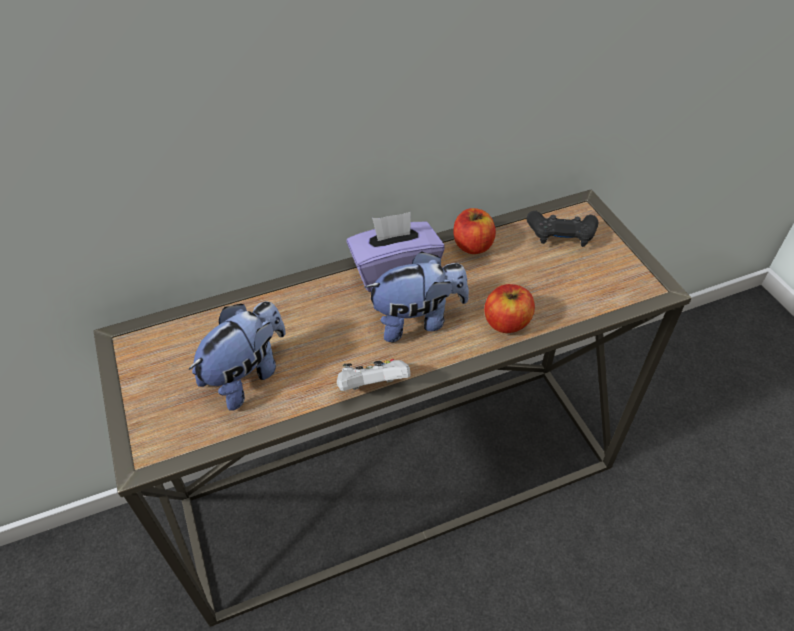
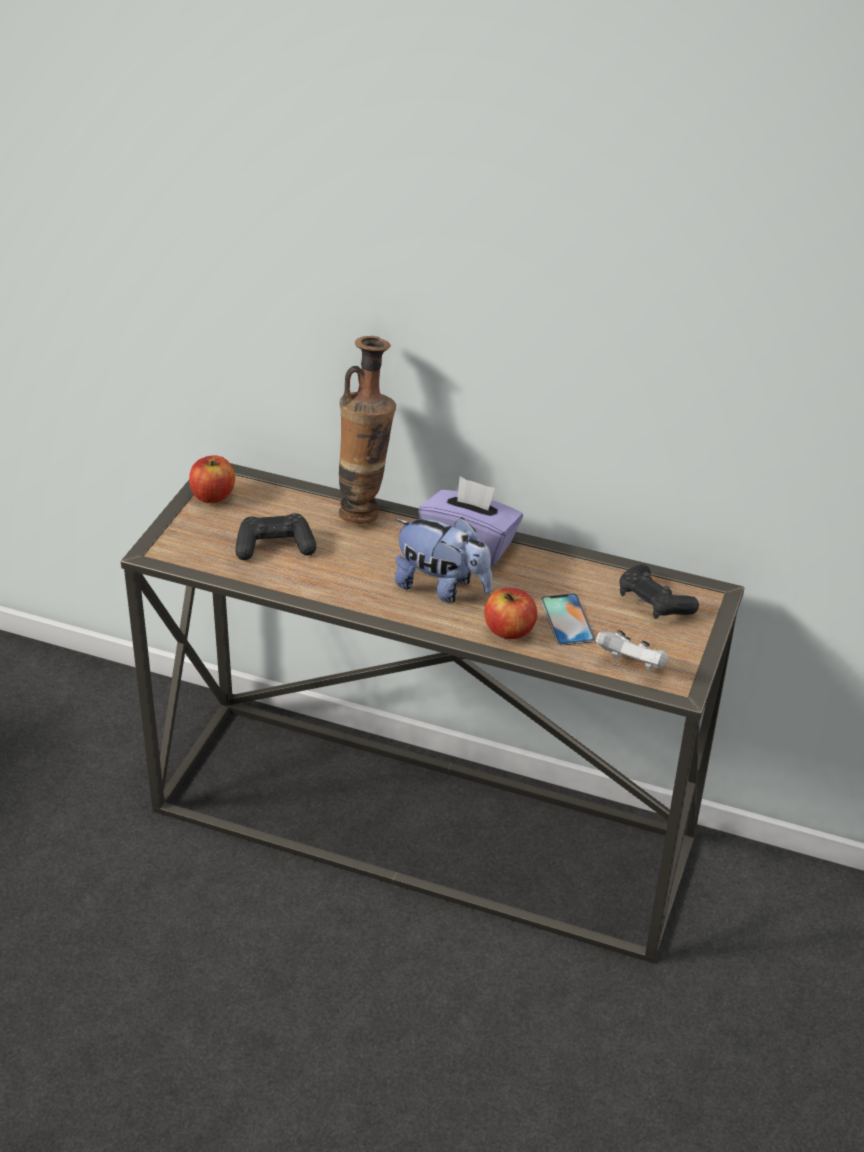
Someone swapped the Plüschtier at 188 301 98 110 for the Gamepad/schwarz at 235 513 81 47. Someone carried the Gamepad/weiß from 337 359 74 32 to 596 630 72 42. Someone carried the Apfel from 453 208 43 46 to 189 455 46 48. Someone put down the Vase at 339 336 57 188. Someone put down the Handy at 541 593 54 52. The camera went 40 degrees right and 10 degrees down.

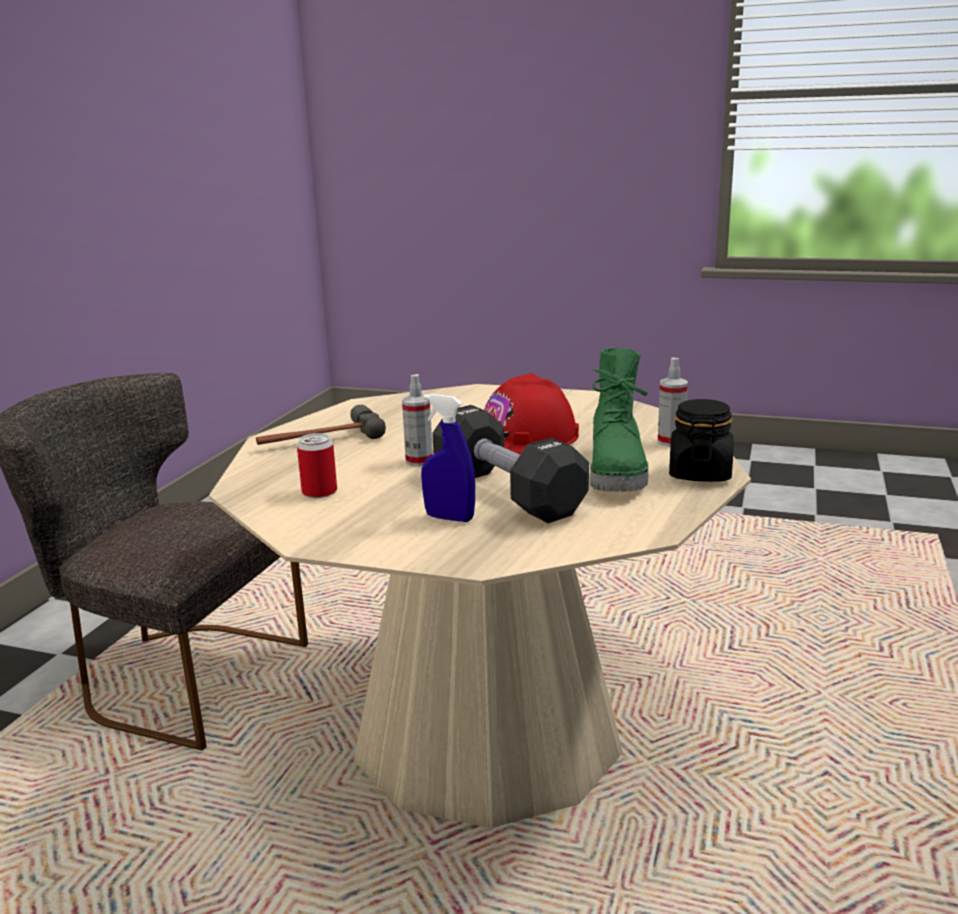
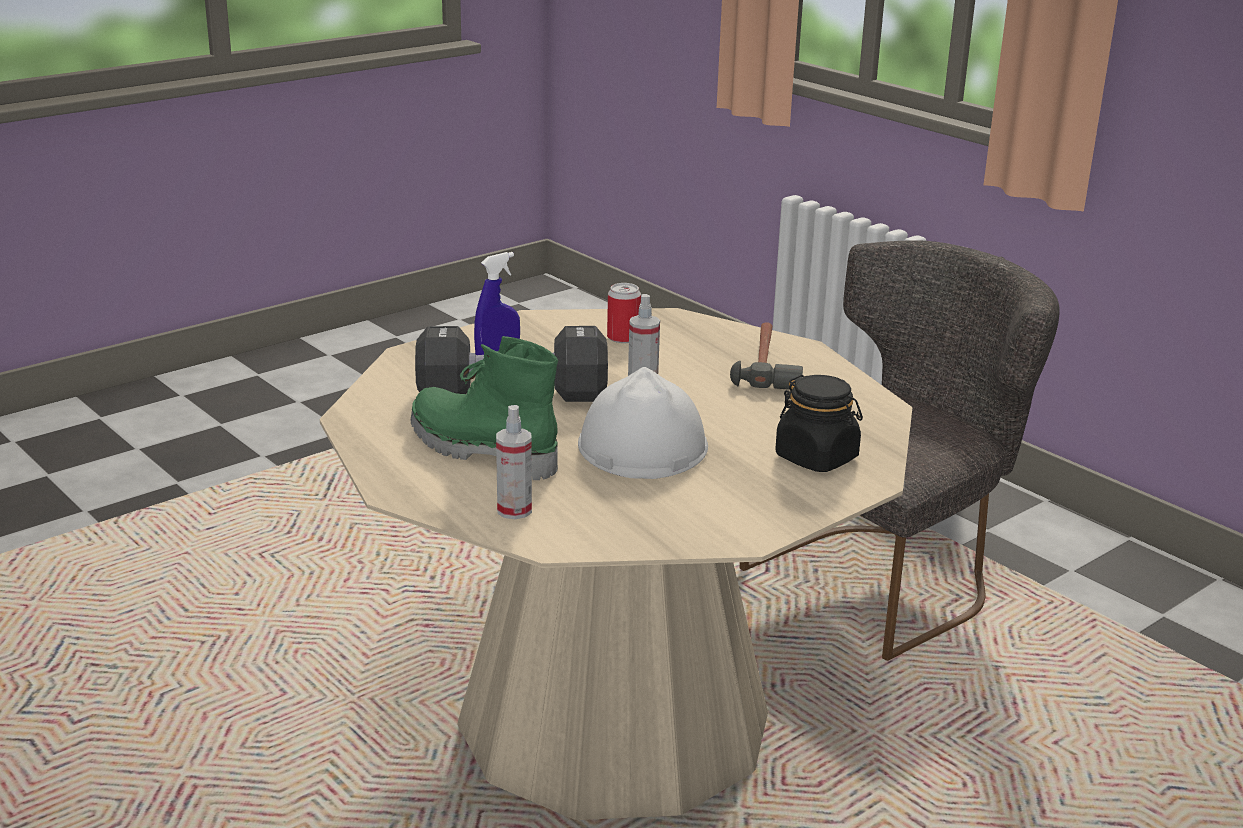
Someone repainted the Schutzhelm/rot at 484 373 95 82, which became the Schutzhelm/weiß at 578 367 130 112. Someone carried the Vorratsglas/schwarz from 669 399 65 83 to 775 375 88 97. The camera went 120 degrees right and 5 degrees up.

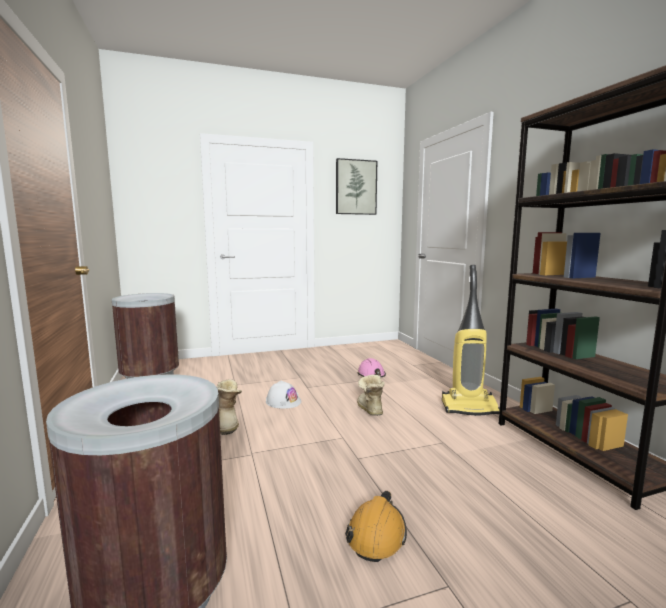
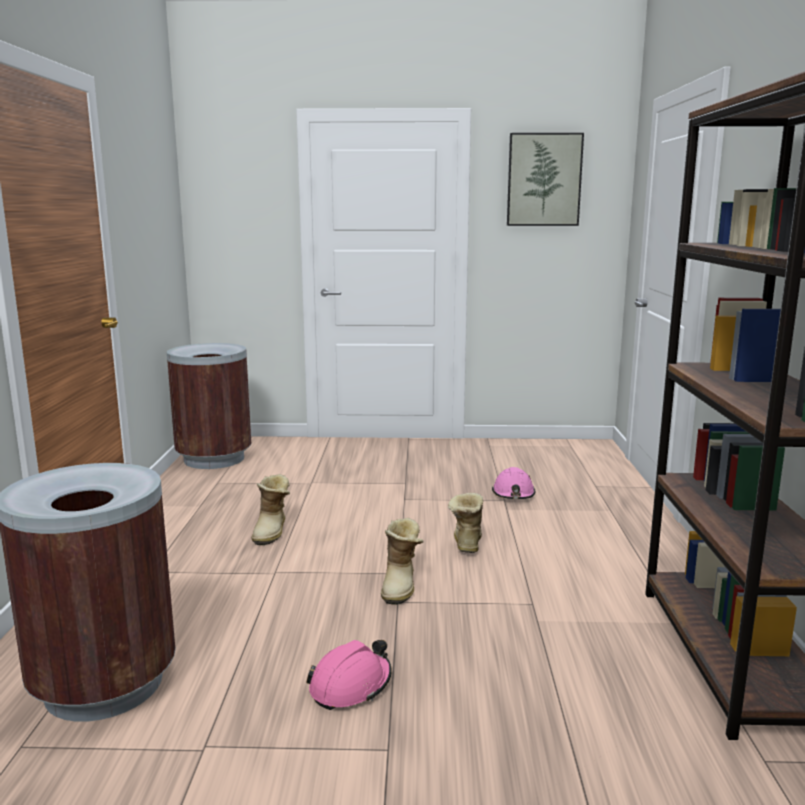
Someone took away the Schutzhelm/weiß at 266 380 35 29. Someone repainted the Schutzhelm/orange at 345 491 62 71, which became the Schutzhelm/rosa at 306 640 86 70. Someone took away the Staubsauger at 442 265 58 151. Someone put down the Stiefel at 381 518 43 87. The camera went 20 degrees right and 5 degrees up.

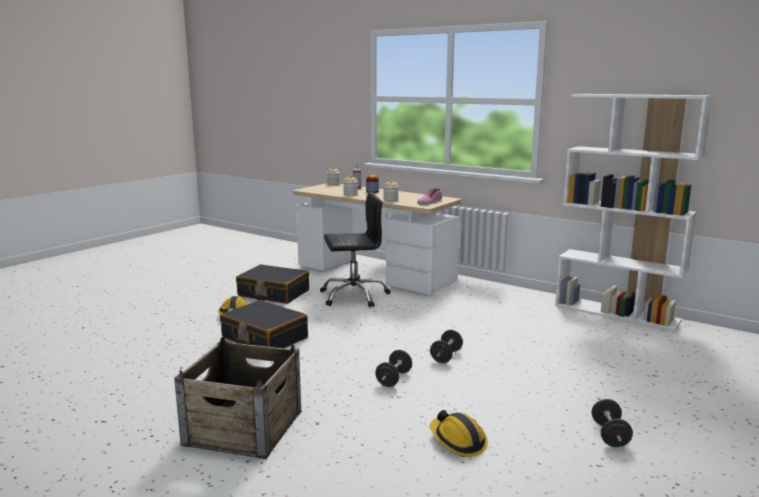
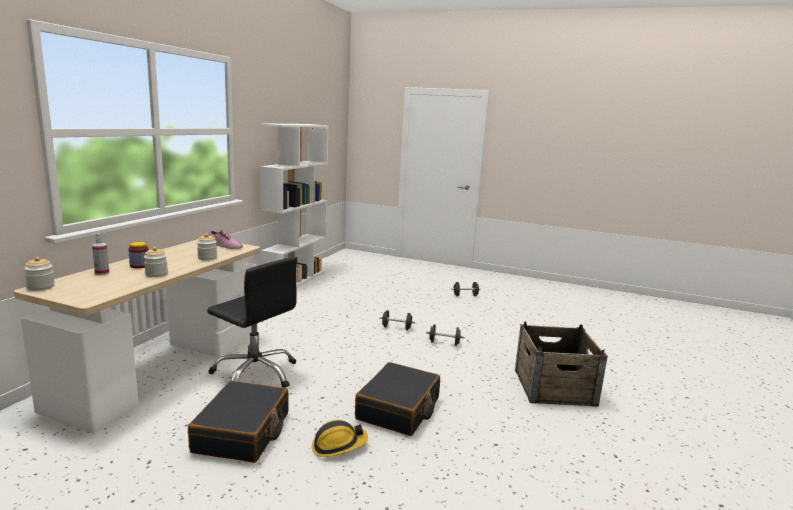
Someone rotated the Bürostuhl/schwarz at 320 192 71 115 by 150 degrees clockwise. Someone took away the Schutzhelm at 430 410 58 47. The camera went 105 degrees left and 0 degrees up.

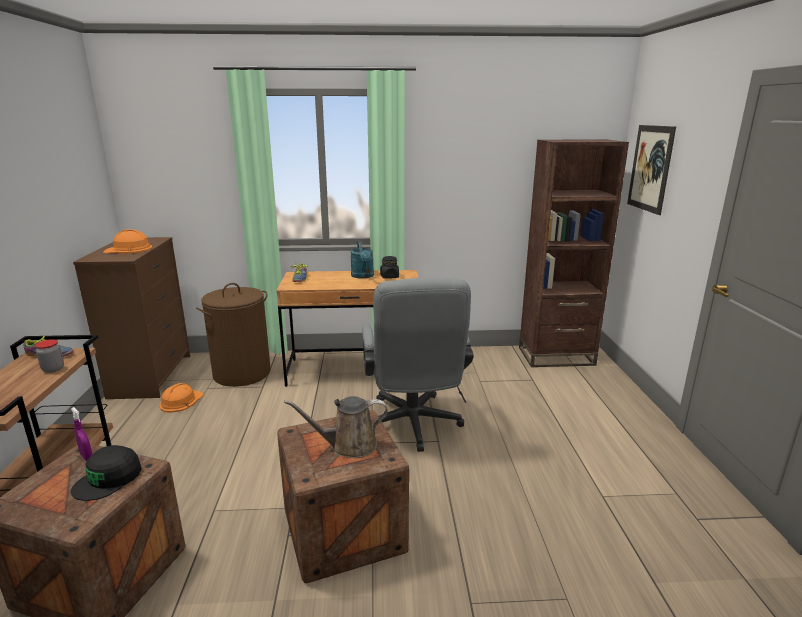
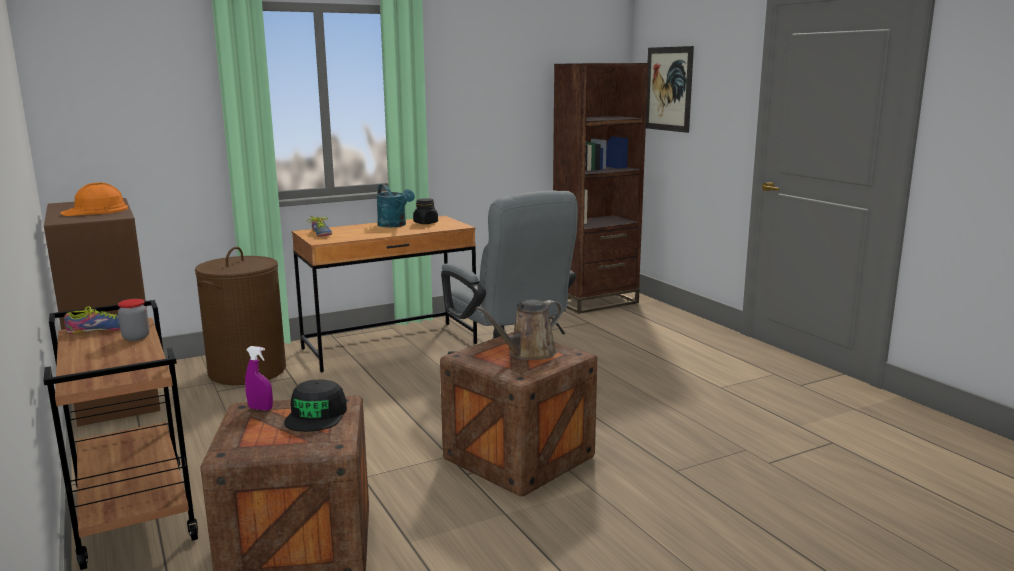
Someone took away the Schutzhelm/orange at 160 383 44 29. The camera went 25 degrees left and 5 degrees down.

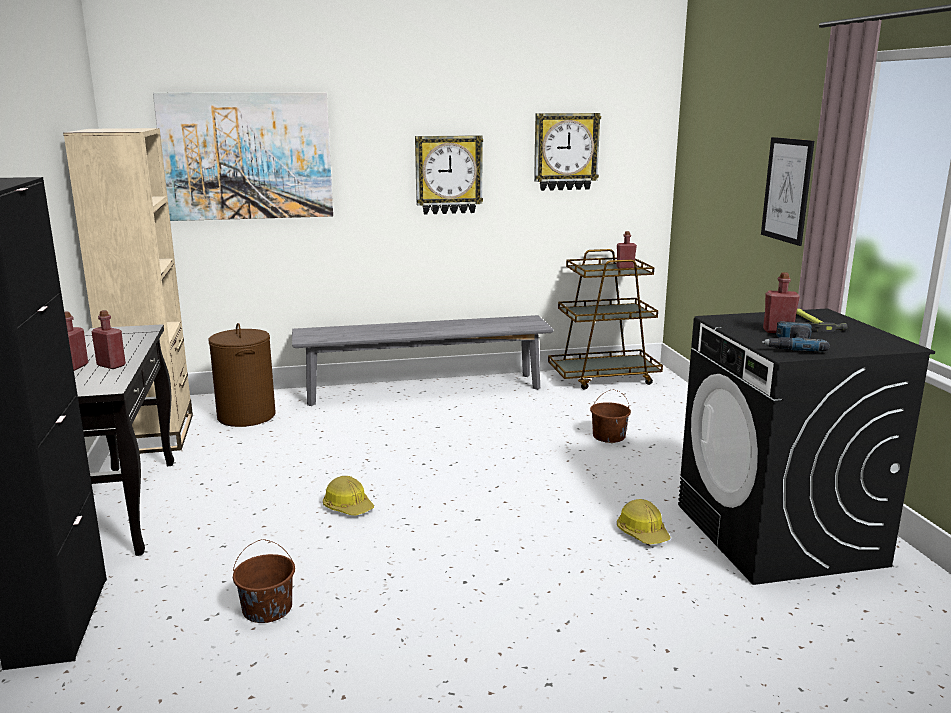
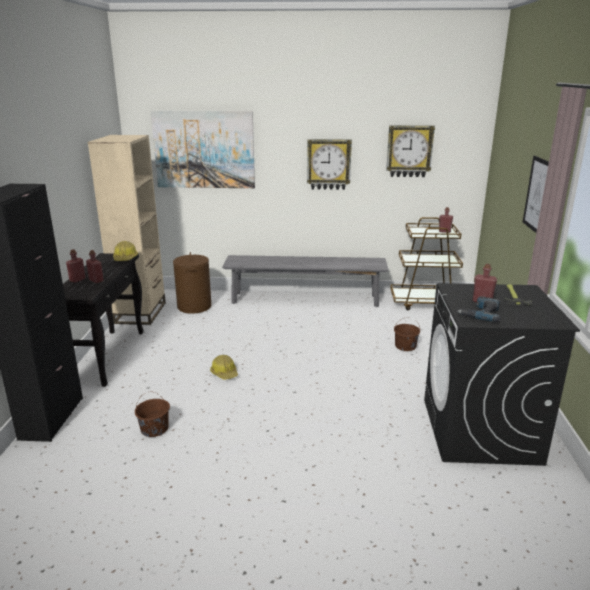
Someone carried the Schutzhelm from 617 499 54 45 to 113 241 25 20. The camera went 15 degrees right and 5 degrees up.

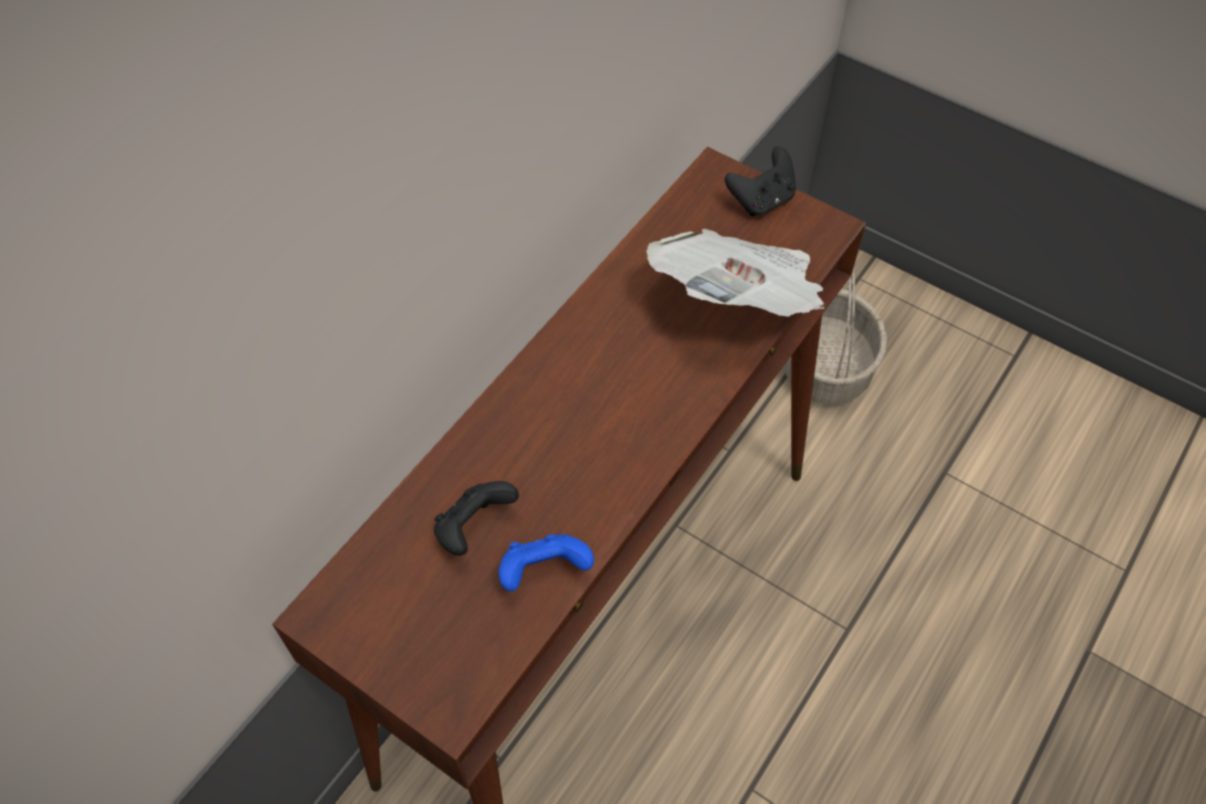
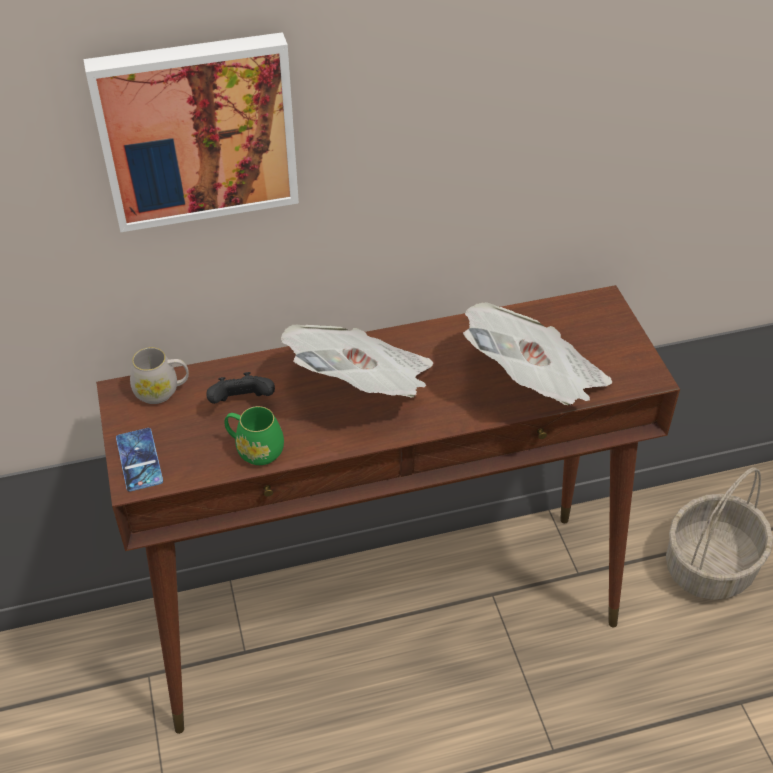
Someone swapped the Gamepad/blau at 499 534 95 57 for the Henkelbecher/grün at 224 406 60 59. Someone took away the Gamepad/schwarz at 725 147 71 69. Someone put up the Bild at 84 32 215 200. Someone put down the Handy at 116 428 47 64. Someone put down the Henkelbecher/weiß at 130 347 59 57. Someone put down the Zeitung at 281 325 153 72. The camera went 40 degrees right and 10 degrees down.

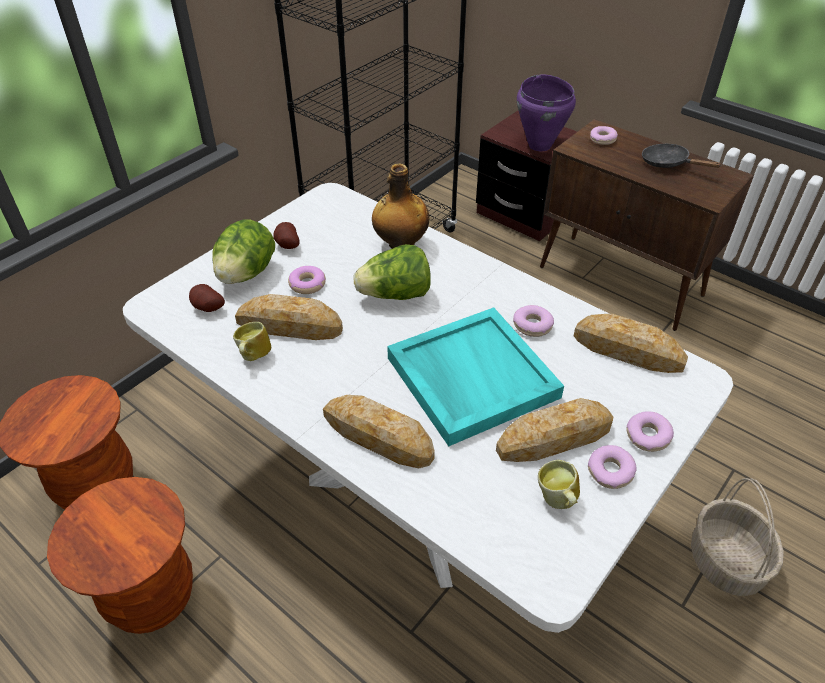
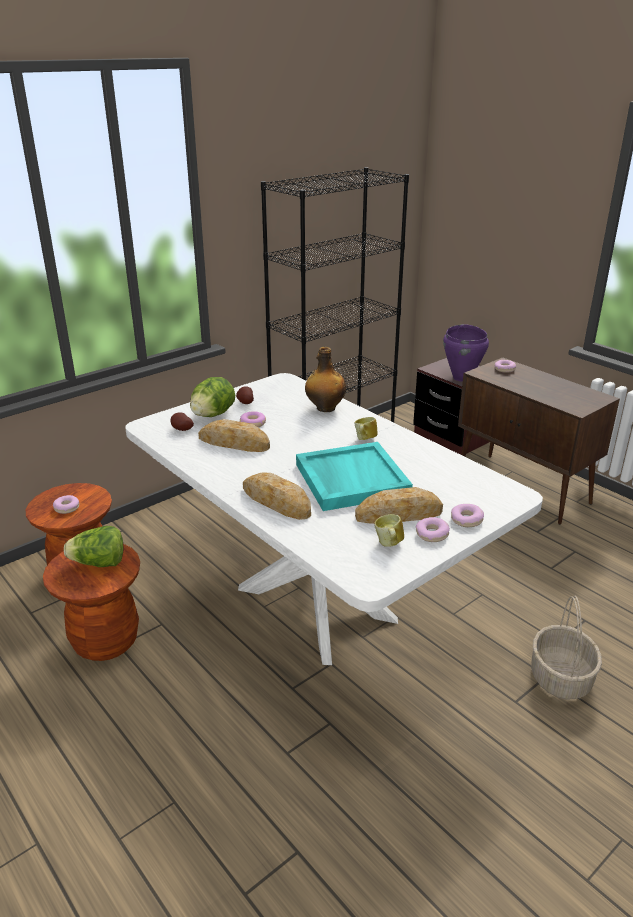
Someone carried the Henkelbecher from 233 322 38 39 to 354 417 24 23. Someone carried the Salatkopf from 353 244 78 56 to 64 526 59 41. Someone carried the Donut from 513 305 41 32 to 53 495 26 19. Someone took away the Brot at 574 314 114 59. Someone took away the Pfanne/schwarz at 642 144 80 24. The camera went 10 degrees right and 15 degrees down.

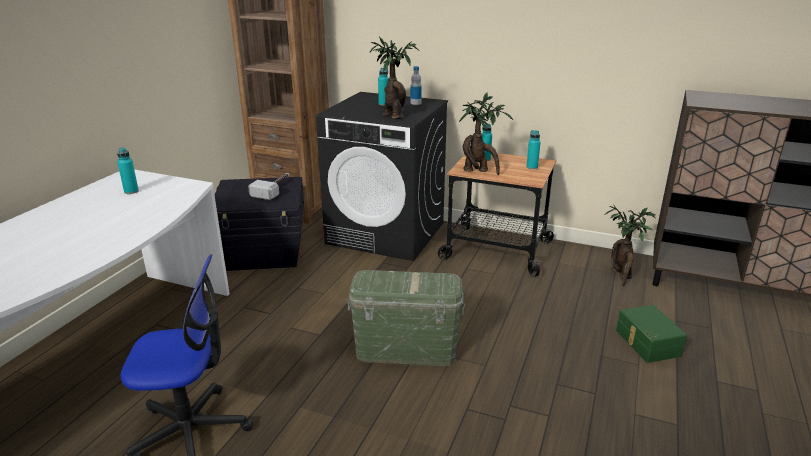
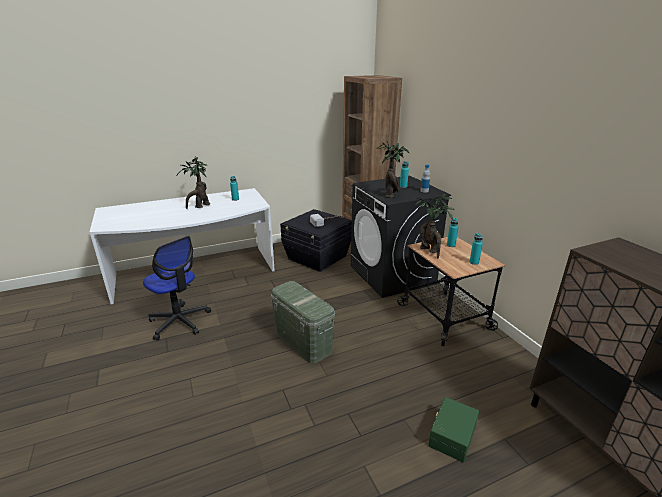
Someone carried the Topfpflanze from 604 206 51 80 to 176 156 34 53. The camera went 45 degrees right and 0 degrees up.

